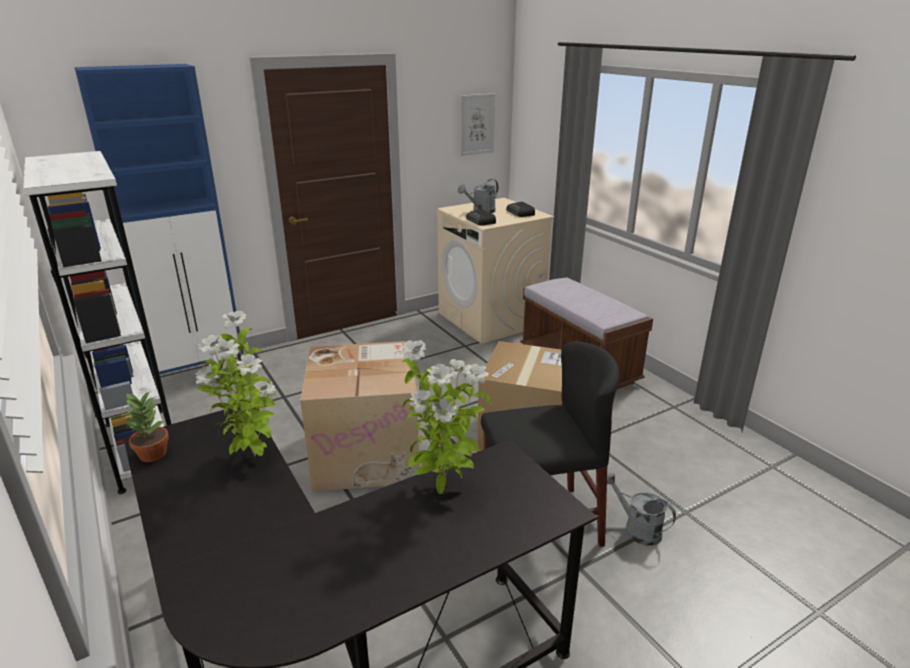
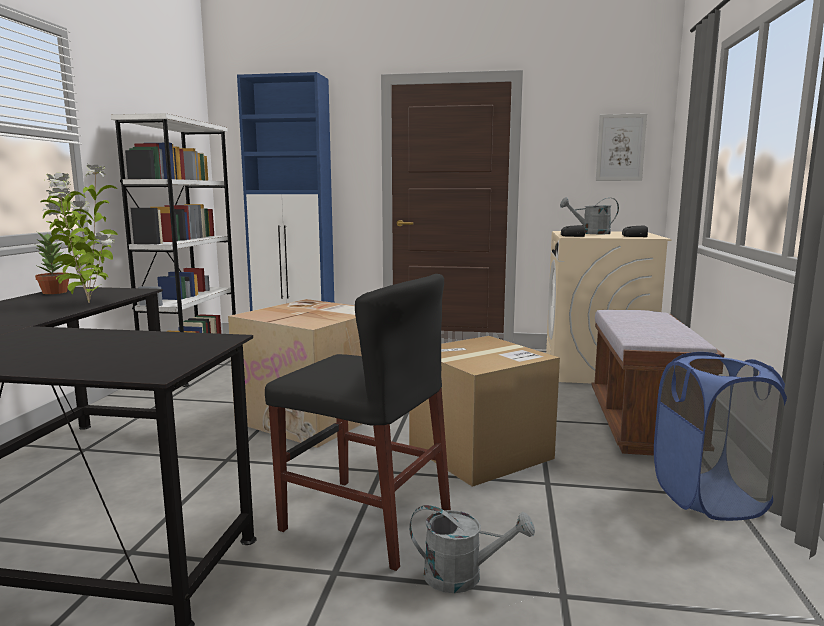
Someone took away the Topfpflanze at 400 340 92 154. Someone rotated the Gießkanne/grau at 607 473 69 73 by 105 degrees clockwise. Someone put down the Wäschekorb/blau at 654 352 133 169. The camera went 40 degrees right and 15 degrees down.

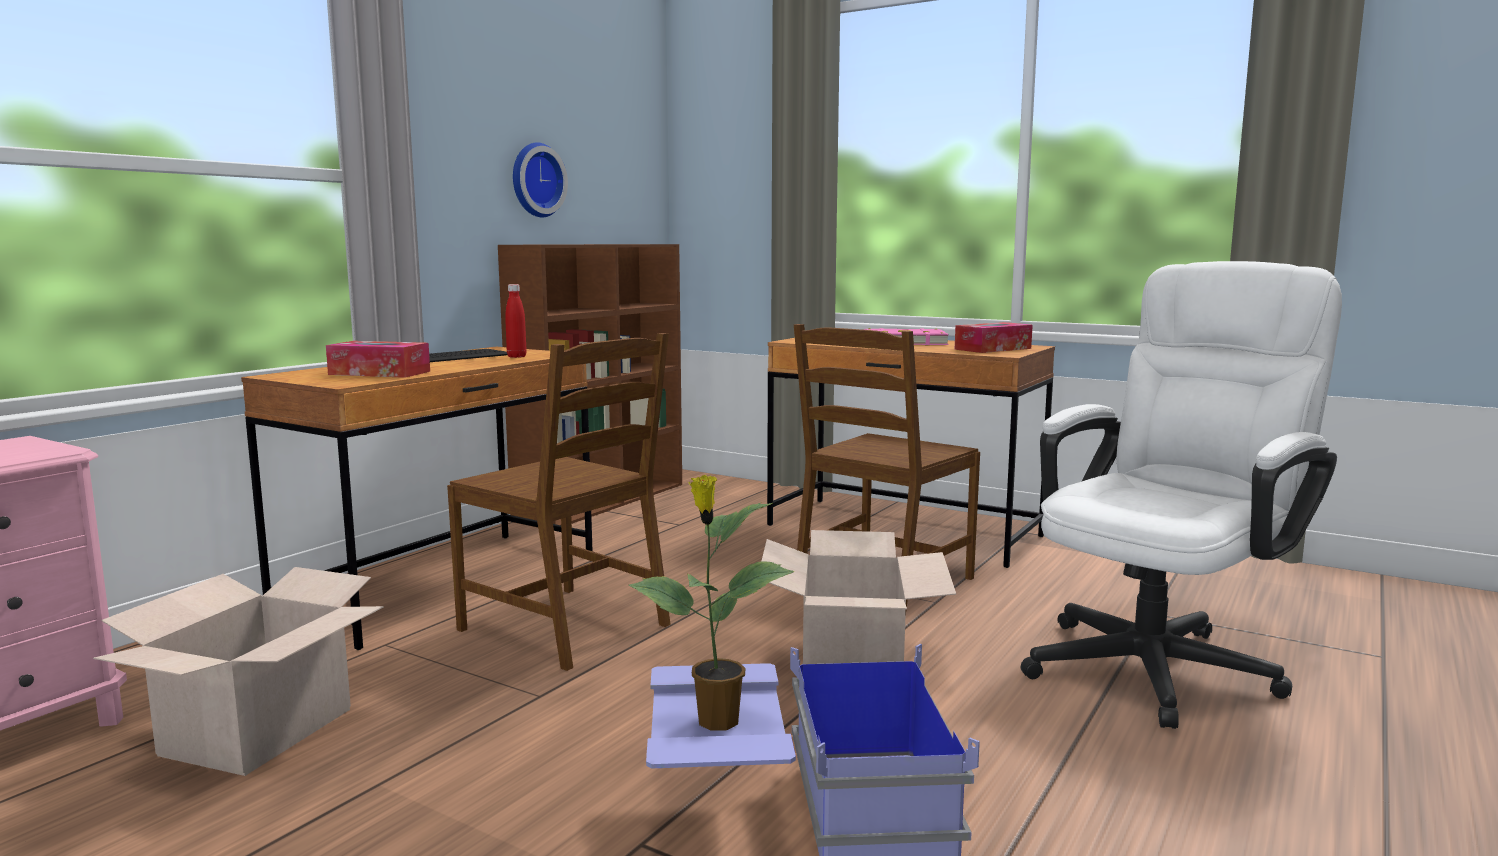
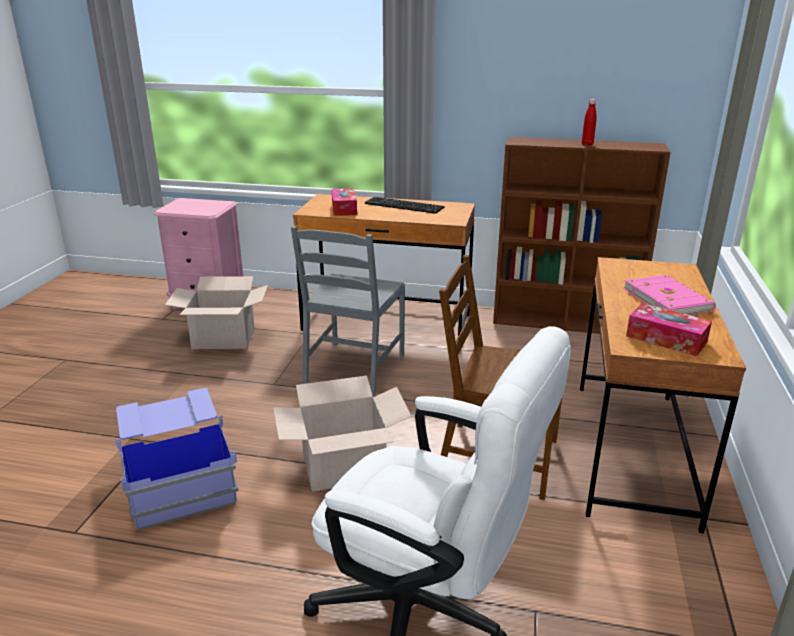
Someone repainted the Stuhl/braun at 447 333 224 338, which became the Stuhl/grau at 291 226 114 170. Someone carried the Flasche/rot from 505 284 22 74 to 582 99 15 46. Someone took away the Wanduhr at 513 142 55 75. Someone took away the Topfpflanze at 629 475 165 256. The camera went 70 degrees right and 15 degrees up.

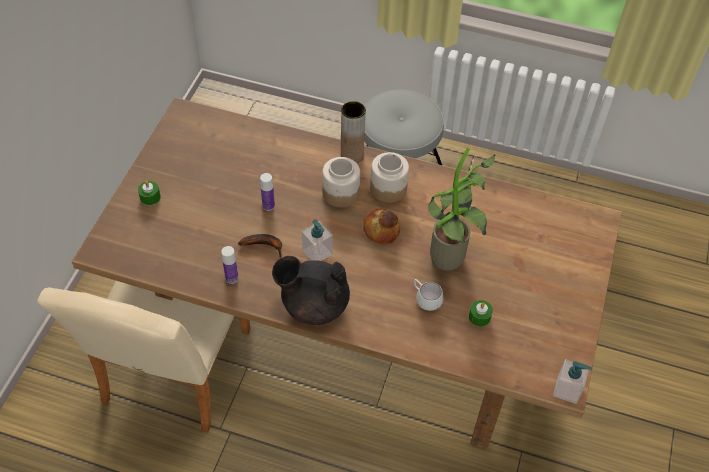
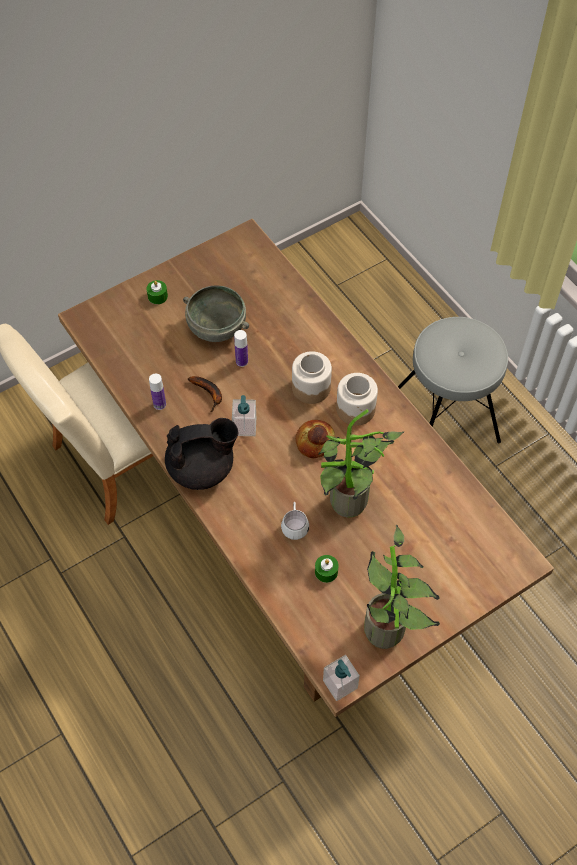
Someone rotated the Teekanne/schwarz at 272 256 78 69 by 120 degrees clockwise. Someone took away the Vase/braun at 341 101 25 62. Someone put down the Schüssel/grau at 183 286 66 56. Someone put down the Topfpflanze at 364 525 76 124. The camera went 40 degrees right and 5 degrees up.

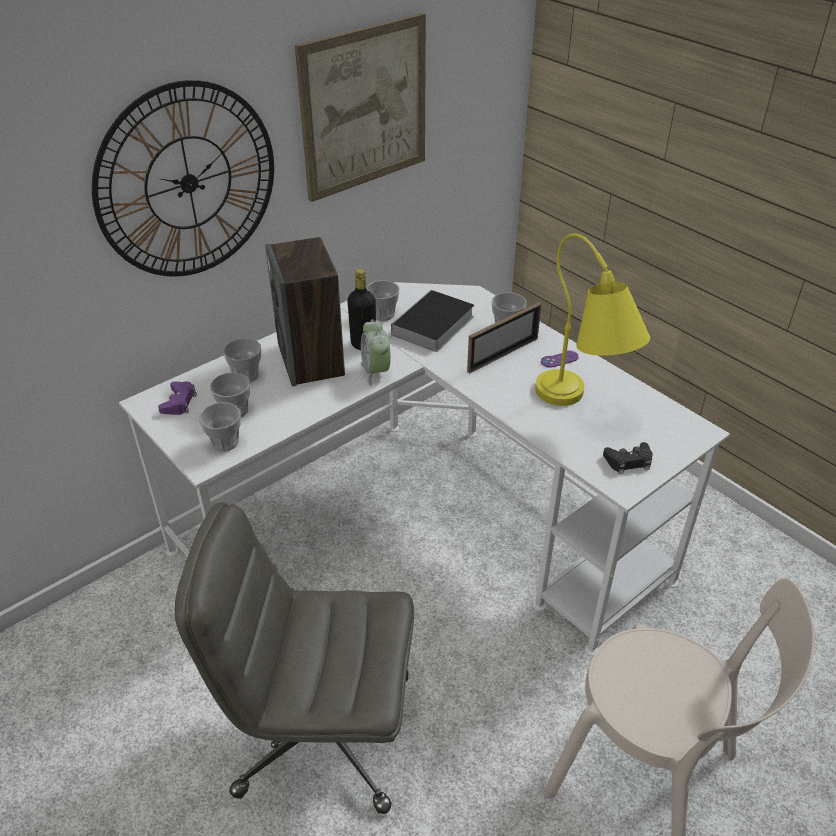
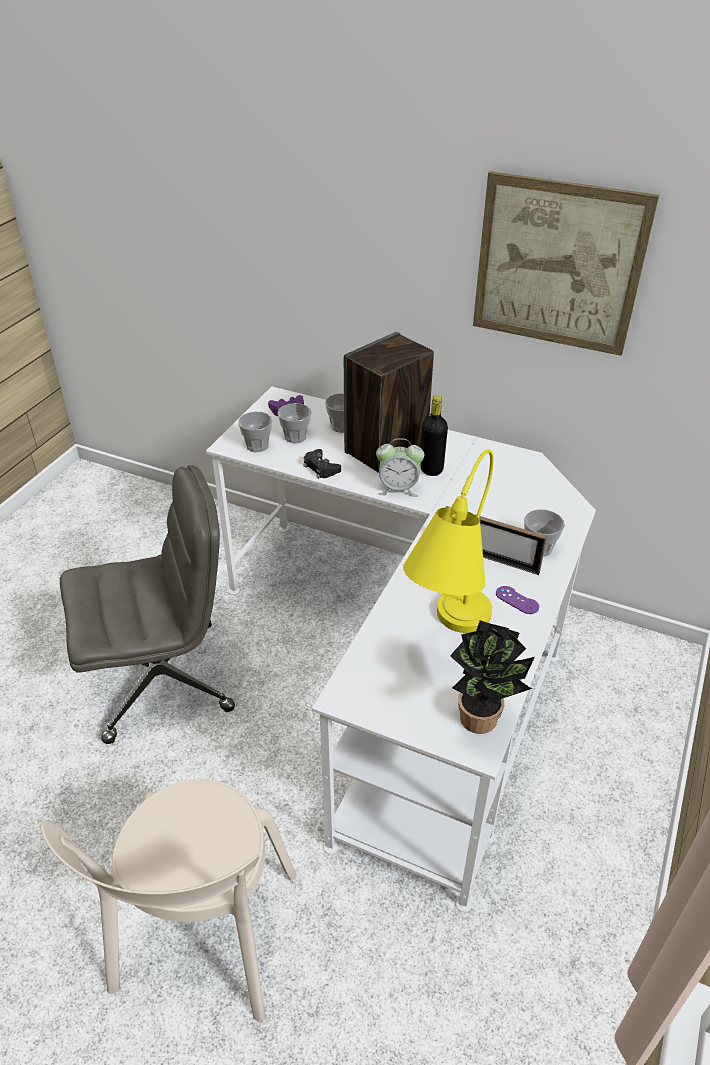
Someone took away the Wanduhr at 92 80 182 197. Someone rotated the Bürostuhl/grau at 175 502 239 312 by 90 degrees clockwise. Someone rotated the Wecker at 361 319 30 67 by 135 degrees counterclockwise. Someone took away the Tasse at 366 280 34 41. Someone took away the Buch at 389 290 85 62. Someone carried the Gamepad/schwarz from 603 442 50 32 to 304 449 37 30. Someone put down the Topfpflanze at 450 620 85 114. The camera went 65 degrees right and 0 degrees up.

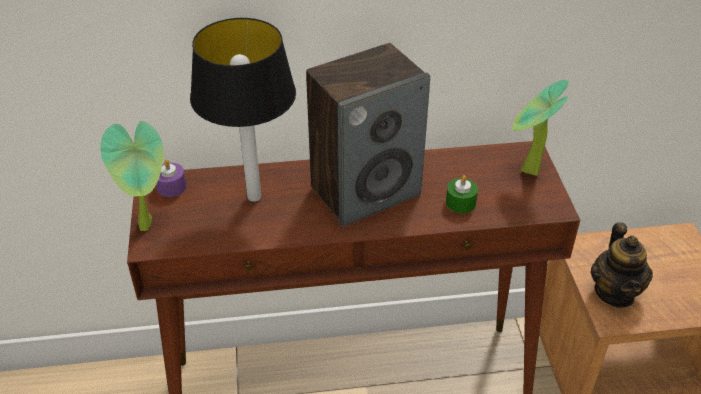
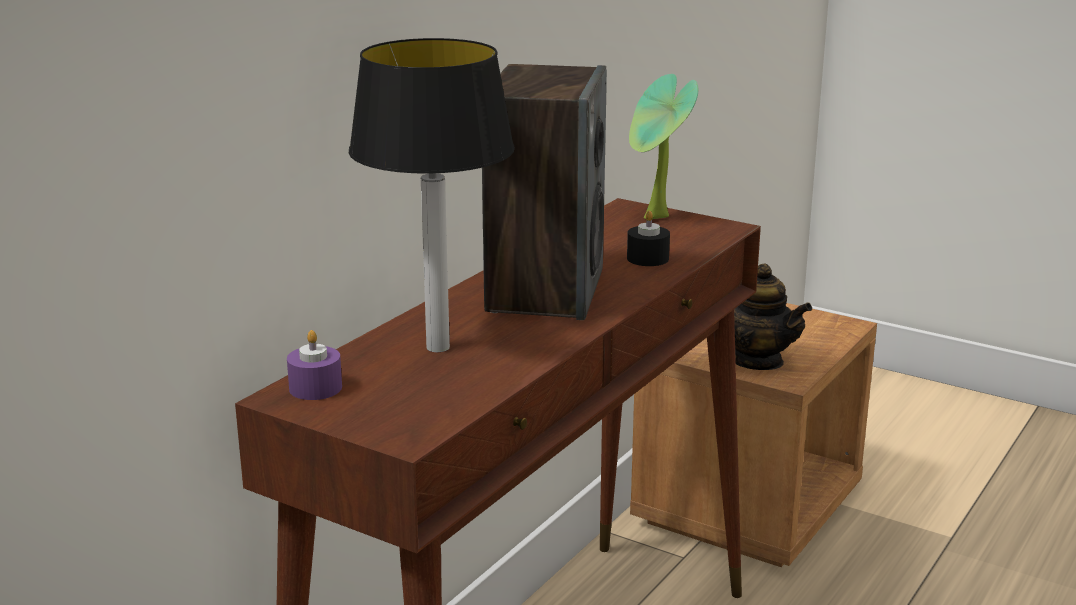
Someone took away the Topfpflanze at 100 121 64 110. Someone repainted the Kerze/grün at 446 175 32 38, which became the Kerze/schwarz at 627 211 43 55. The camera went 50 degrees left and 20 degrees down.

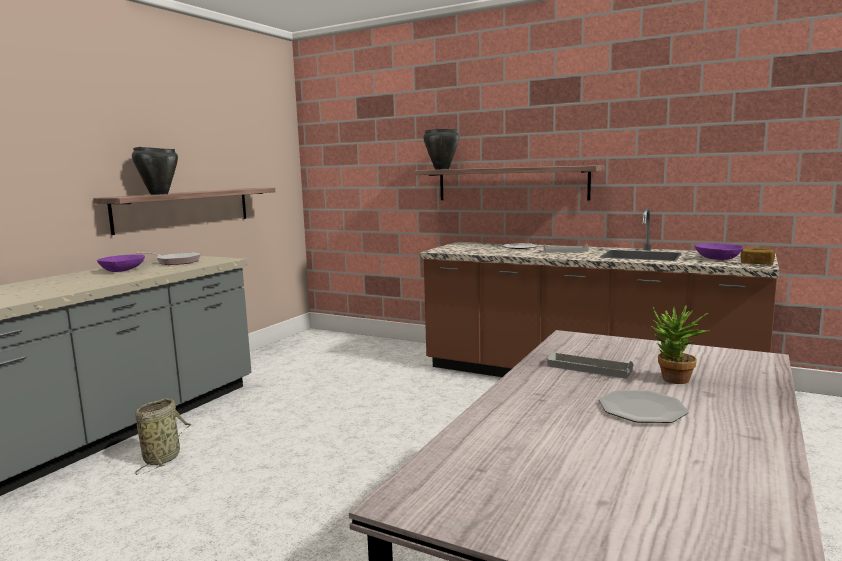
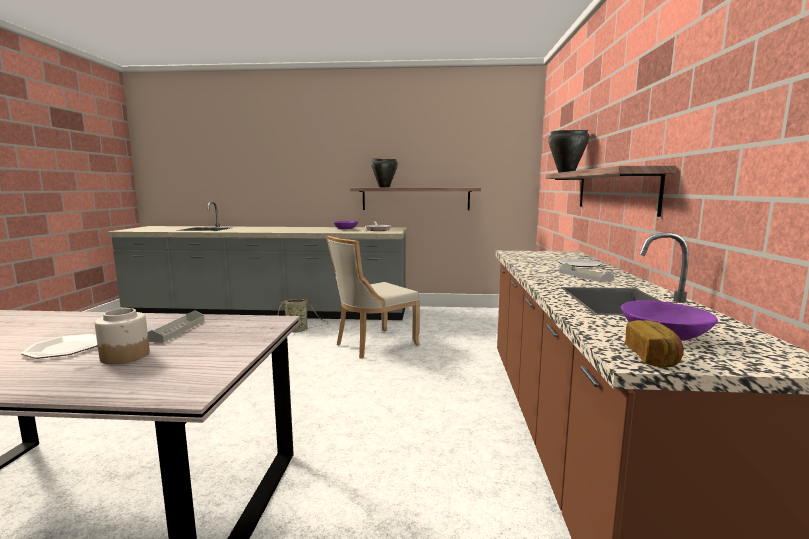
Someone swapped the Topfpflanze at 651 305 59 79 for the Vorratsglas at 95 308 55 56. Someone put down the Stuhl/beige at 326 236 94 123. The camera went 65 degrees right and 0 degrees up.

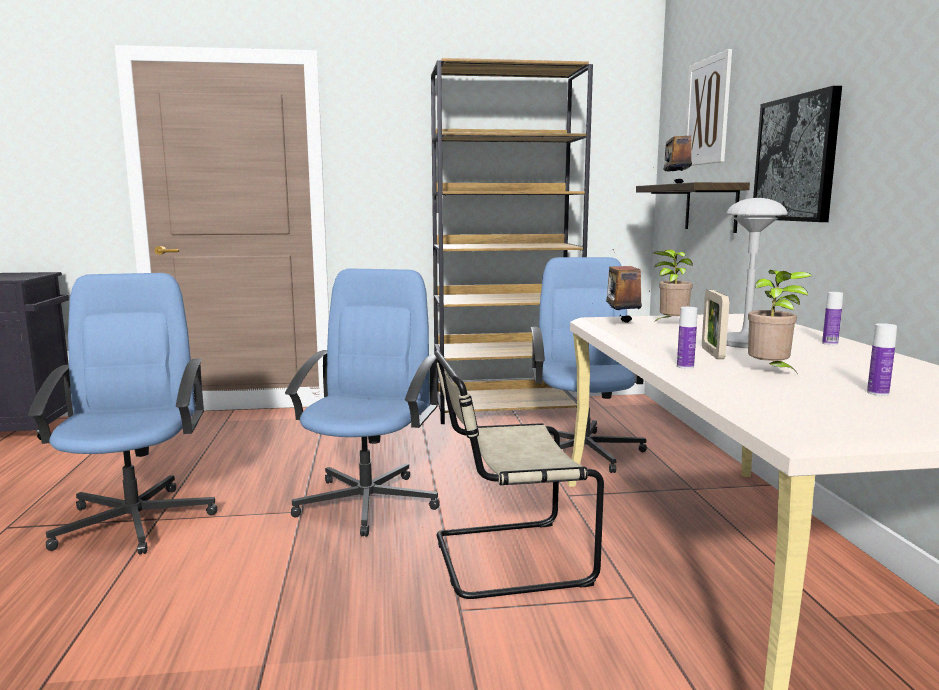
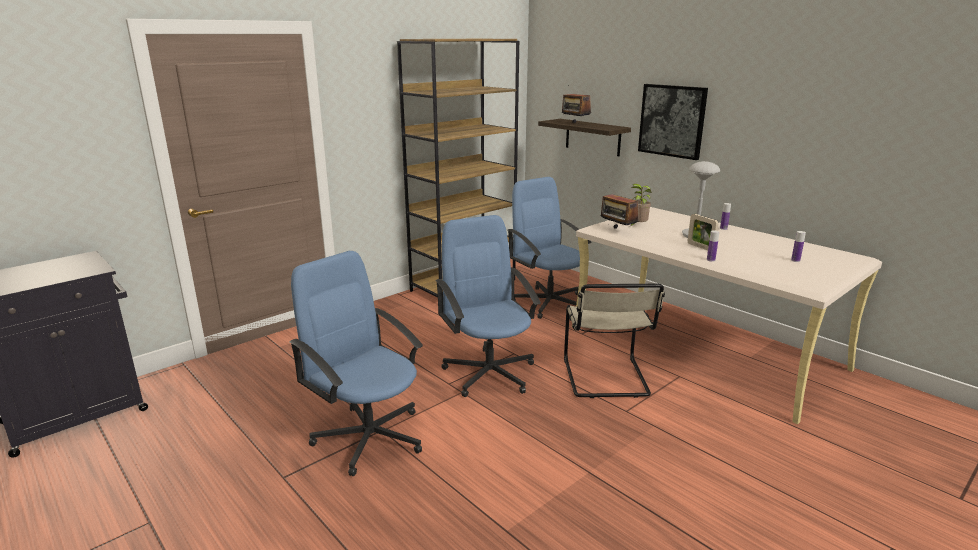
Someone rotated the Stuhl/beige at 434 350 170 249 by 45 degrees counterclockwise. Someone took away the Bild at 685 49 47 117. Someone took away the Topfpflanze at 748 270 64 106. The camera went 35 degrees left and 10 degrees up.

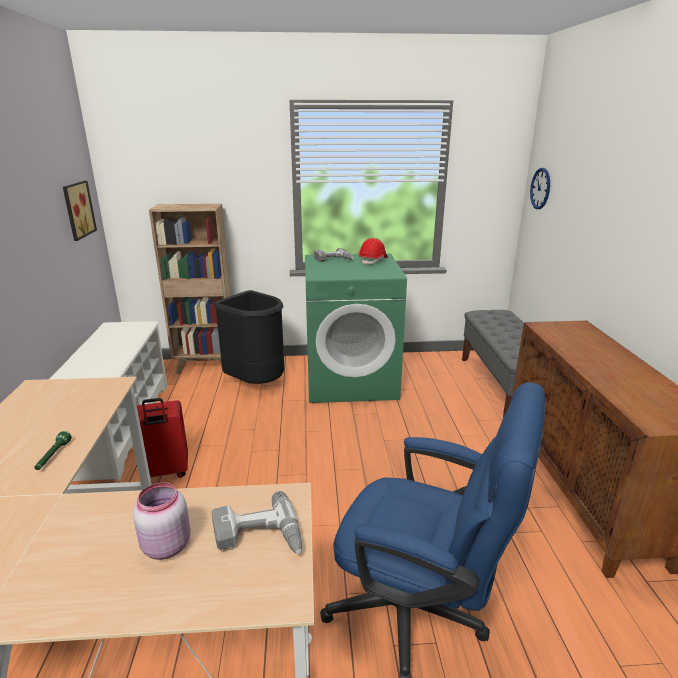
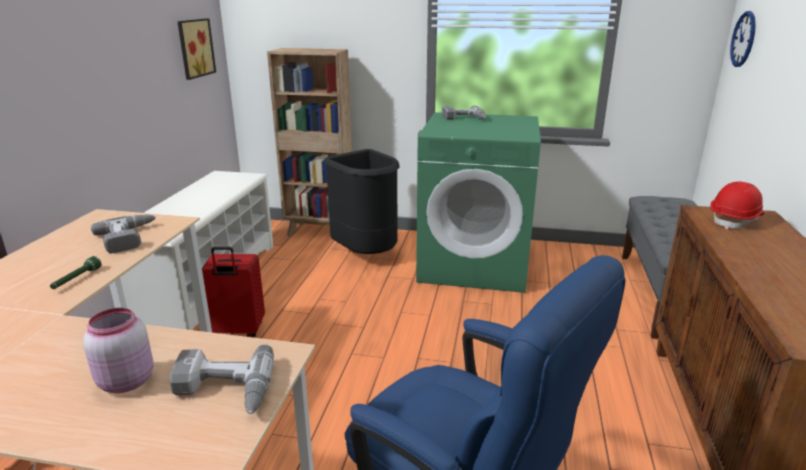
Someone carried the Schutzhelm/rot from 359 238 29 27 to 710 181 54 49. Someone put down the Bohrmaschine at 91 215 65 39. The camera went 15 degrees right and 0 degrees up.

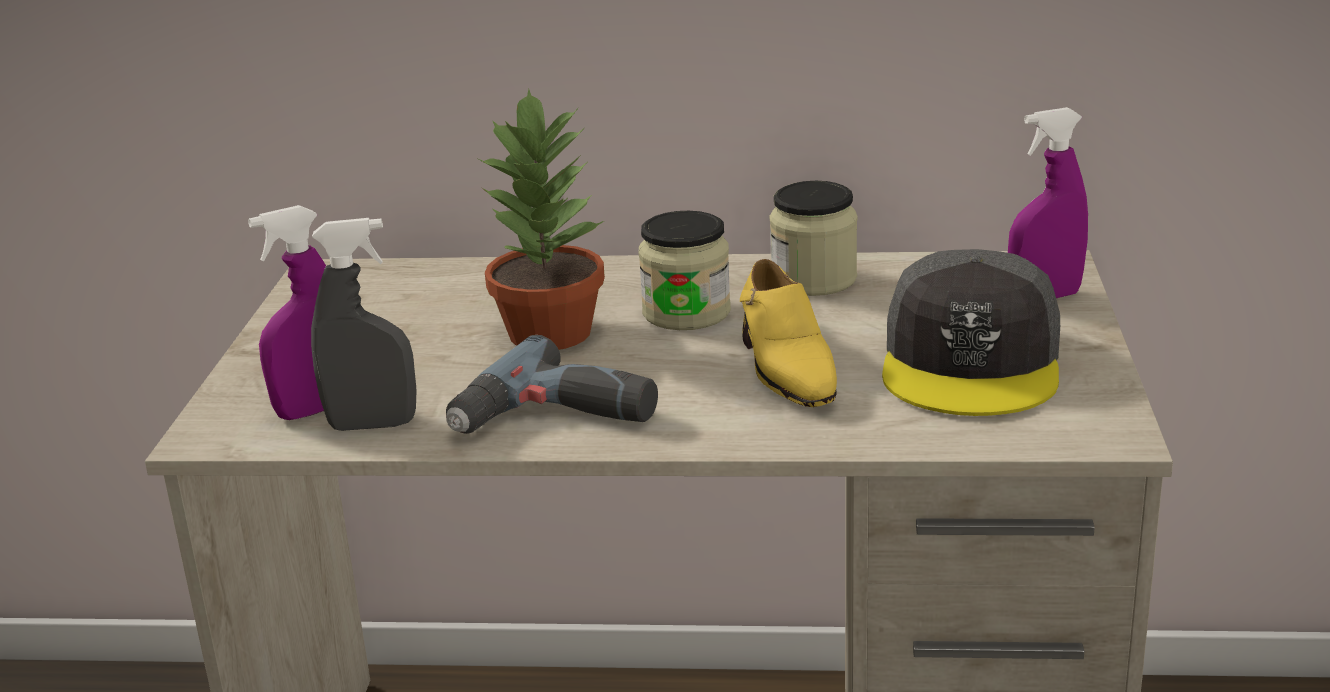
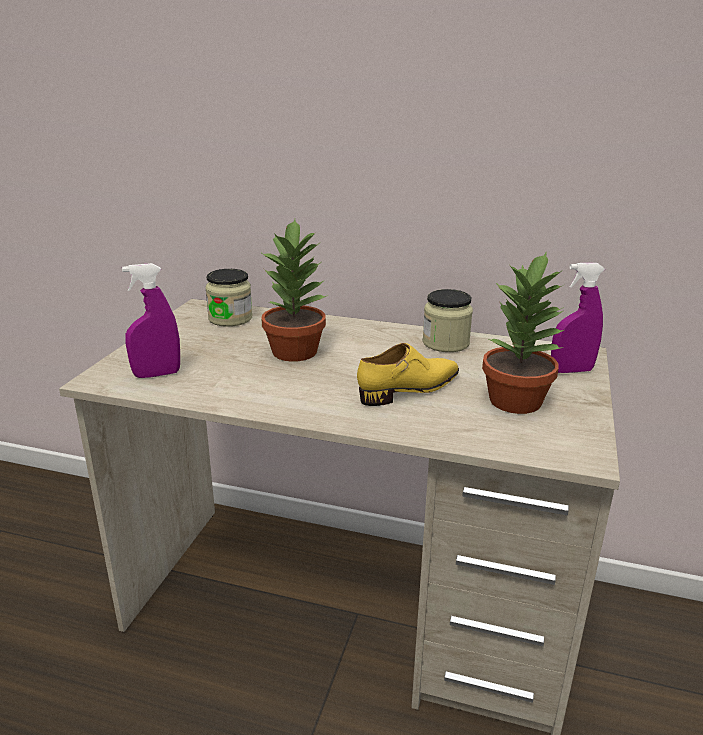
Someone took away the Sprühflasche/grau at 311 218 106 213. Someone took away the Bohrmaschine at 446 335 212 99. Someone carried the Vorratsglas from 639 211 92 119 to 205 269 47 58. Someone rotated the Schuh/gelb at 740 259 97 148 by 120 degrees counterclockwise. Someone swapped the Kappe/grau at 882 249 178 167 for the Topfpflanze at 482 251 82 163. The camera went 10 degrees right and 0 degrees up.

